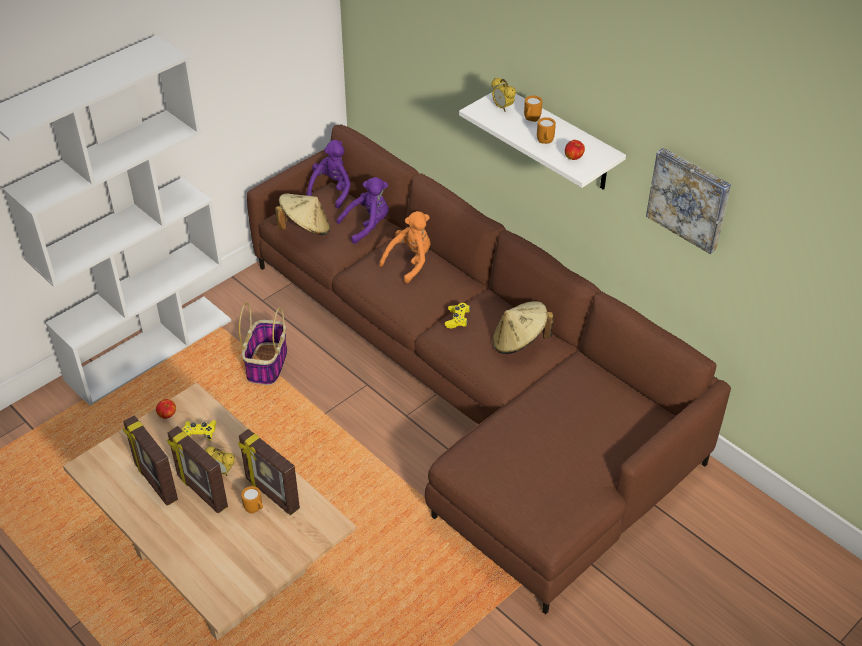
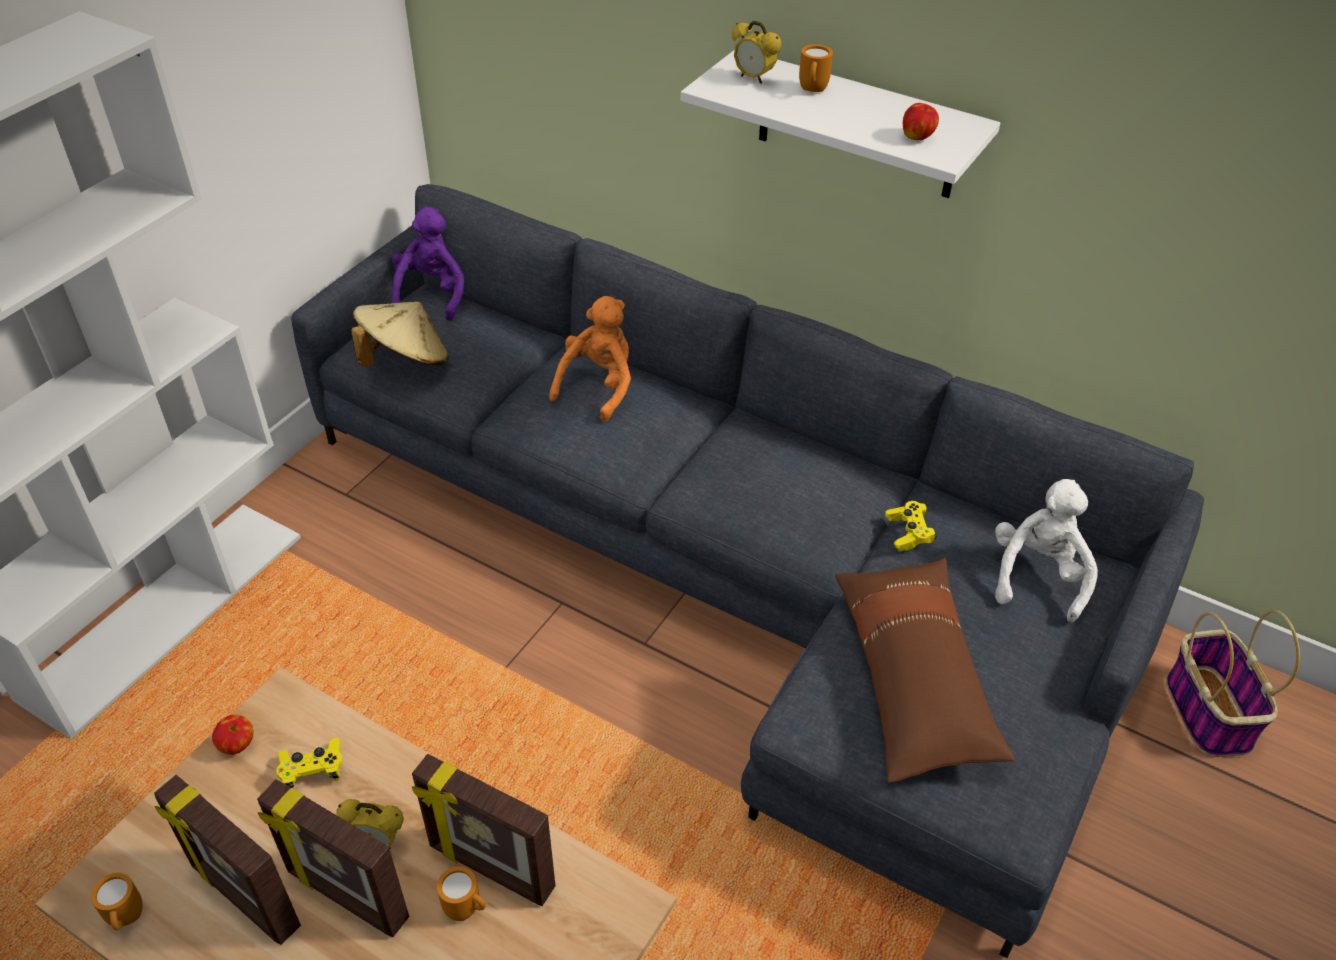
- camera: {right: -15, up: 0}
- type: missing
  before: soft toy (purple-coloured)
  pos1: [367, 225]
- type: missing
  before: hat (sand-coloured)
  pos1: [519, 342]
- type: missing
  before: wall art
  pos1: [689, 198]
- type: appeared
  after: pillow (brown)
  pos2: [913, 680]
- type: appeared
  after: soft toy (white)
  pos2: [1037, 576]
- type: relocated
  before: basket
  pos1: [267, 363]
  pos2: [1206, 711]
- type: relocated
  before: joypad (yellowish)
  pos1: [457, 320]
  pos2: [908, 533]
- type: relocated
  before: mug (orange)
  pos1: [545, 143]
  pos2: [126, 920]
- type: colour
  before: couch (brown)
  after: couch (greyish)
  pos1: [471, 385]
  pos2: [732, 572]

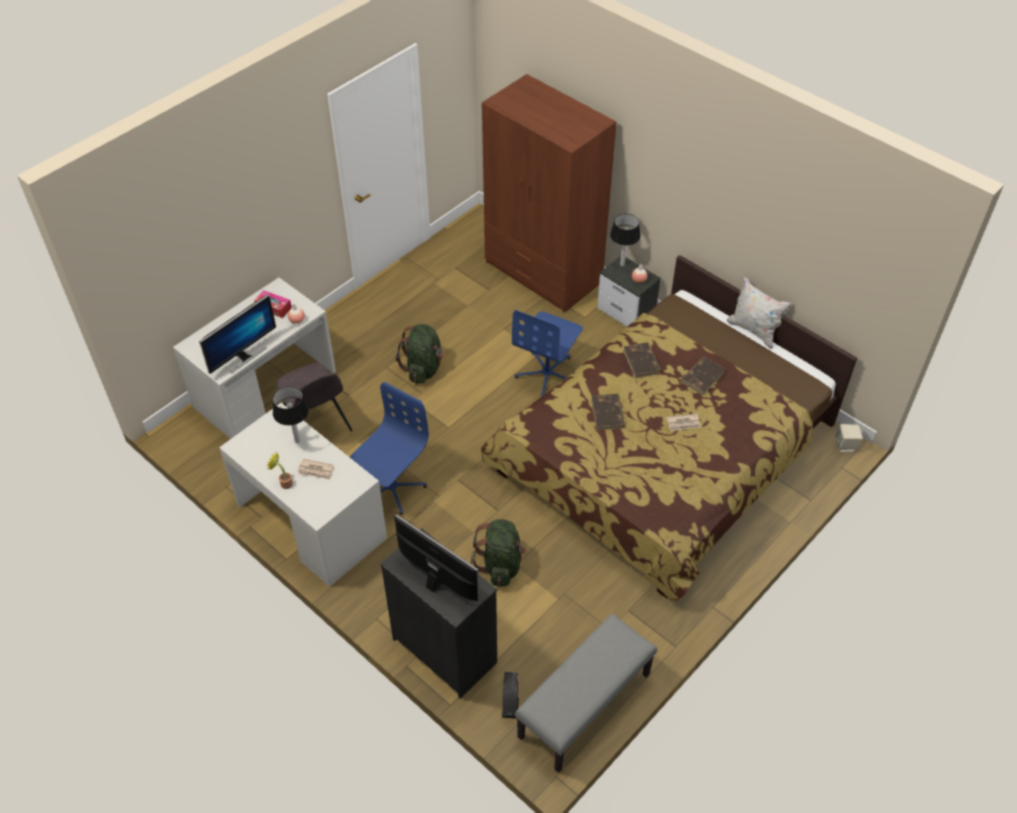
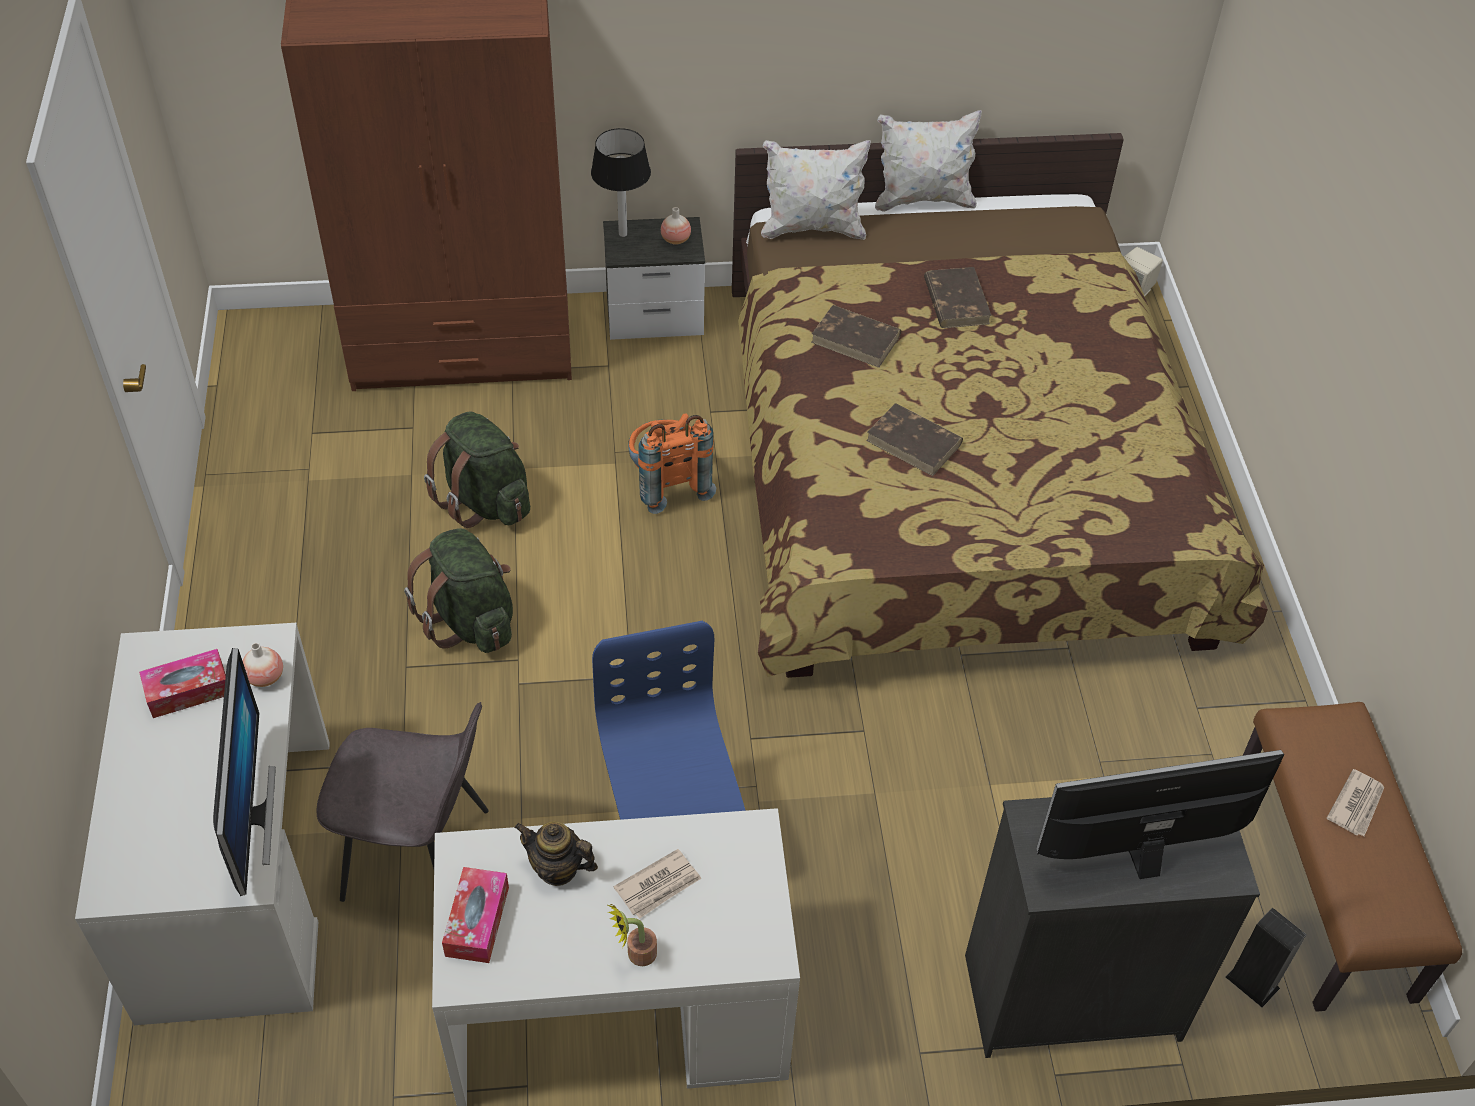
- camera: {right: -50, up: 0}
- type: appeared
  after: tissue box
  pos2: [477, 921]
- type: appeared
  after: pillow (white)
  pos2: [812, 228]
- type: relocated
  before: rucksack (green-coloured)
  pos1: [500, 564]
  pos2: [485, 501]
- type: relocated
  before: daily paper
  pos1: [683, 423]
  pos2: [1357, 805]
- type: exchanged
  before: table lamp
  after: tea pot
  pos1: [297, 441]
  pos2: [557, 868]
- type: exchanged
  before: computer chair (blue)
  after: rucksack (orange)
  pos1: [547, 374]
  pos2: [667, 483]
- type: colour
  before: indoor bench (greyish)
  after: indoor bench (brown)
  pos1: [585, 706]
  pos2: [1325, 883]

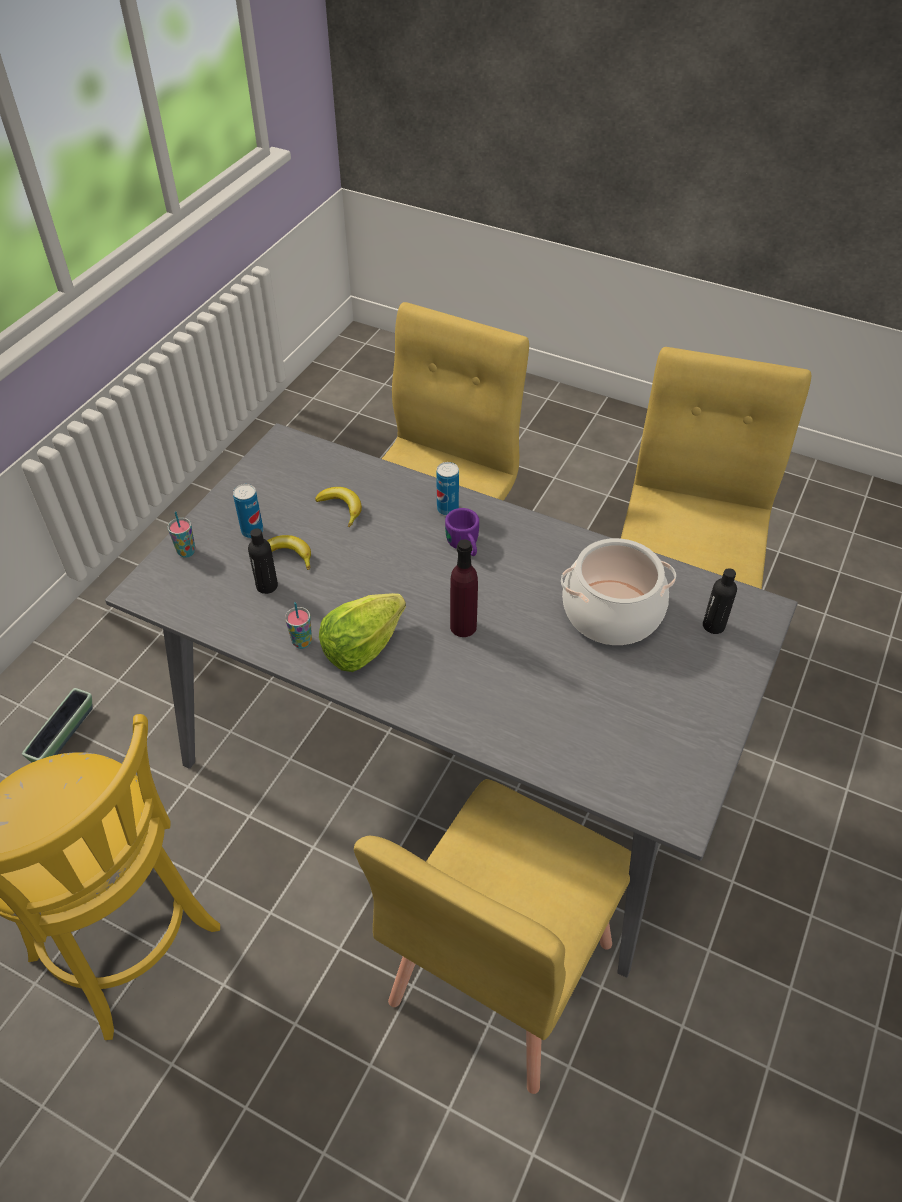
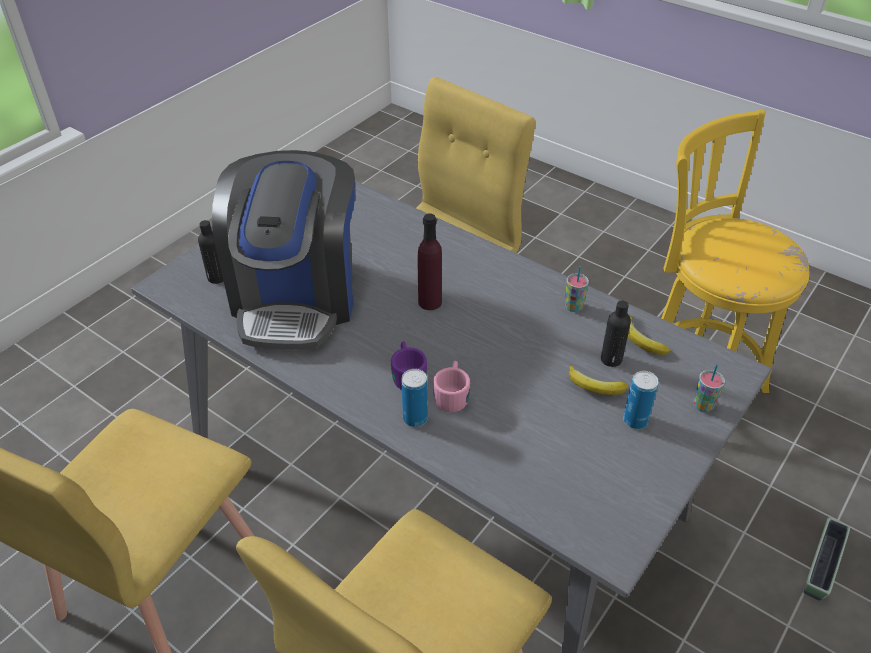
- camera: {right: -170, up: -5}
- type: missing
  before: lettuce head
  pos1: [362, 647]
- type: appeared
  after: mug (pink-coloured)
  pos2: [452, 394]
- type: relocated
  before: whole banana
  pos1: [342, 508]
  pos2: [640, 341]
- type: exchanged
  before: cooking pot
  after: coffee maker
  pos1: [611, 613]
  pos2: [296, 297]

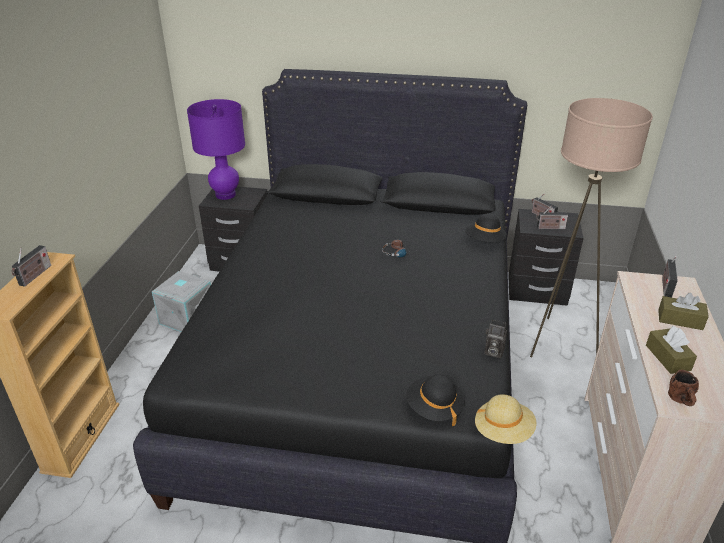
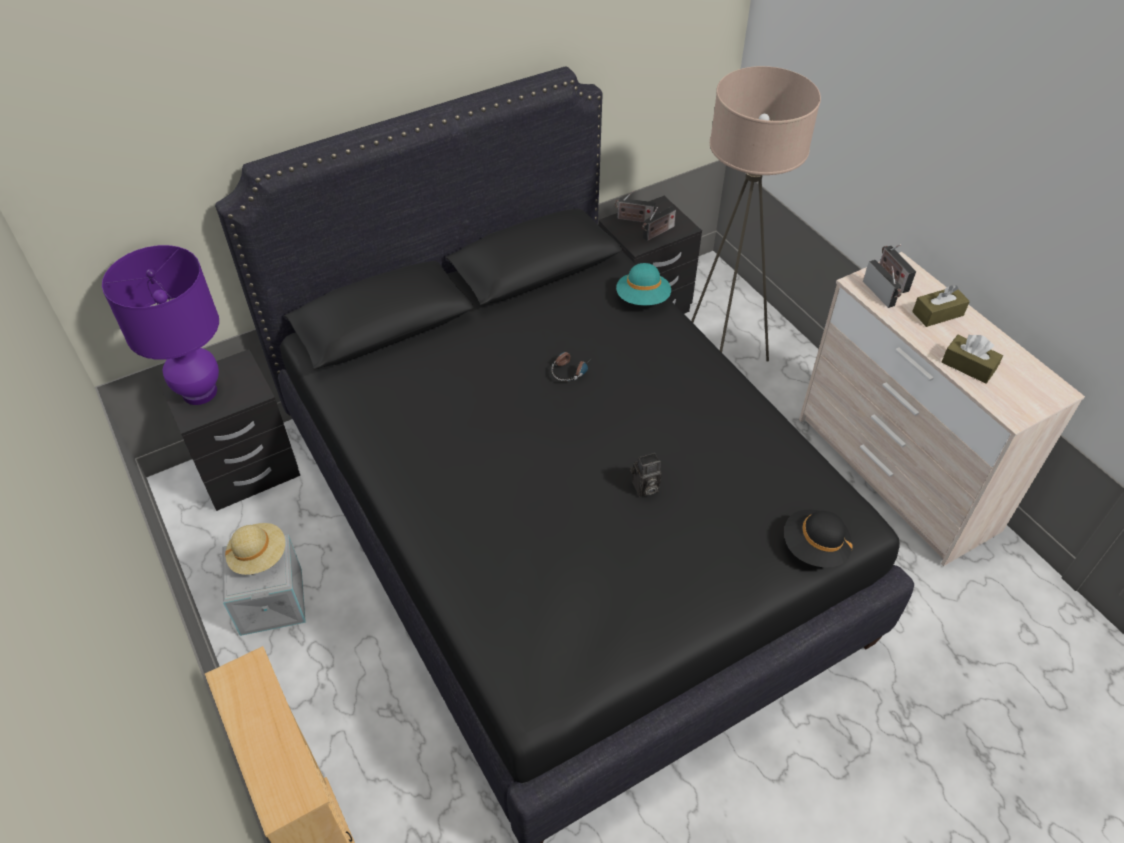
- camera: {right: -40, up: 15}
- type: missing
  before: mug (brown)
  pos1: [681, 401]
- type: relocated
  before: radio receiver
  pos1: [34, 276]
  pos2: [880, 294]
- type: relocated
  before: hat (sand-coloured)
  pos1: [503, 431]
  pos2: [259, 556]
- type: relocated
  before: still camera
  pos1: [492, 352]
  pos2: [644, 488]
- type: colour
  before: hat (blackish)
  after: hat (turquoise-coloured)
  pos1: [484, 241]
  pos2: [643, 299]

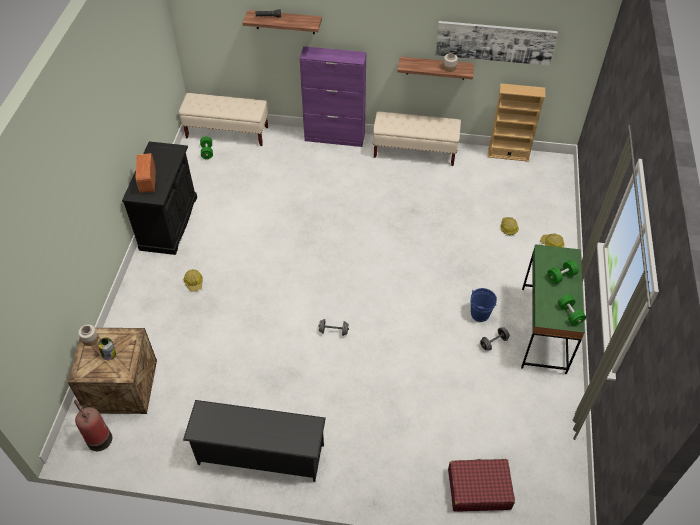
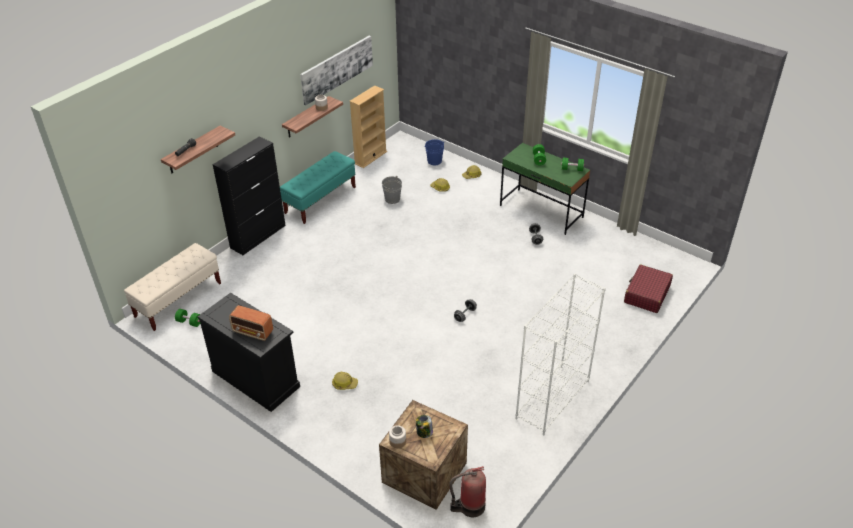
- camera: {right: -60, up: -10}
- type: appeared
  after: bucket (greyish)
  pos2: [392, 199]
- type: relocated
  before: bucket (blue)
  pos1: [480, 314]
  pos2: [434, 161]
- type: exchanged
  before: shoe stand (blackish)
  after: bookshelf (white)
  pos1: [260, 454]
  pos2: [552, 400]
- type: colour
  before: cupboard (purple-coloured)
  after: cupboard (blackish)
  pos1: [335, 138]
  pos2: [258, 236]
- type: colour
  before: indoor bench (sand-coloured)
  after: indoor bench (turquoise-coloured)
  pos1: [415, 152]
  pos2: [320, 200]

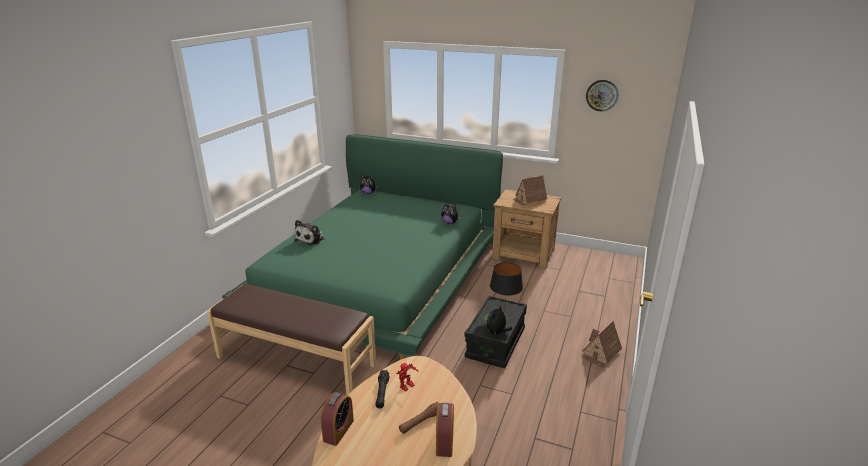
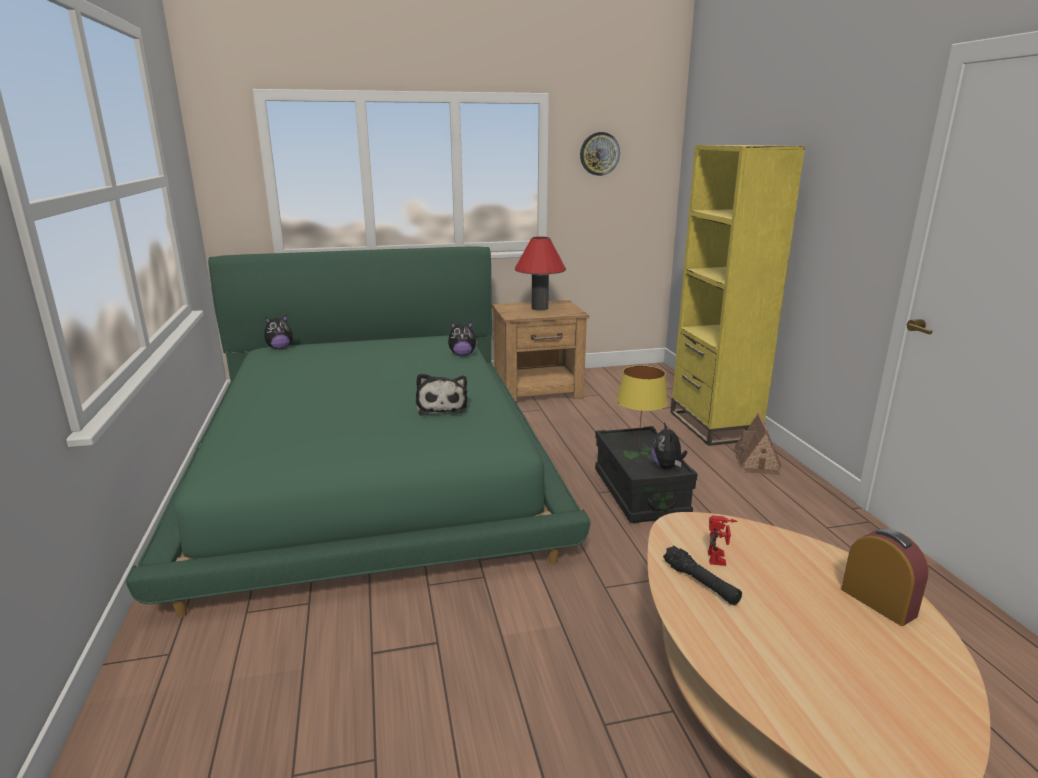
- camera: {right: -35, up: -5}
- type: missing
  before: indoor bench (brown)
  pos1: [296, 360]
- type: missing
  before: table clock
  pos1: [338, 430]
- type: missing
  before: hand torch (brown)
  pos1: [420, 422]
- type: appeared
  after: bookshelf (yellowish)
  pos2: [714, 425]
- type: relocated
  before: soft toy
  pos1: [311, 239]
  pos2: [442, 406]
- type: exchanged
  before: miniature house
  after: table lamp (reddish)
  pos1: [529, 200]
  pos2: [539, 308]
- type: colour
  before: table lamp (blackish)
  after: table lamp (yellowish)
  pos1: [504, 311]
  pos2: [639, 442]

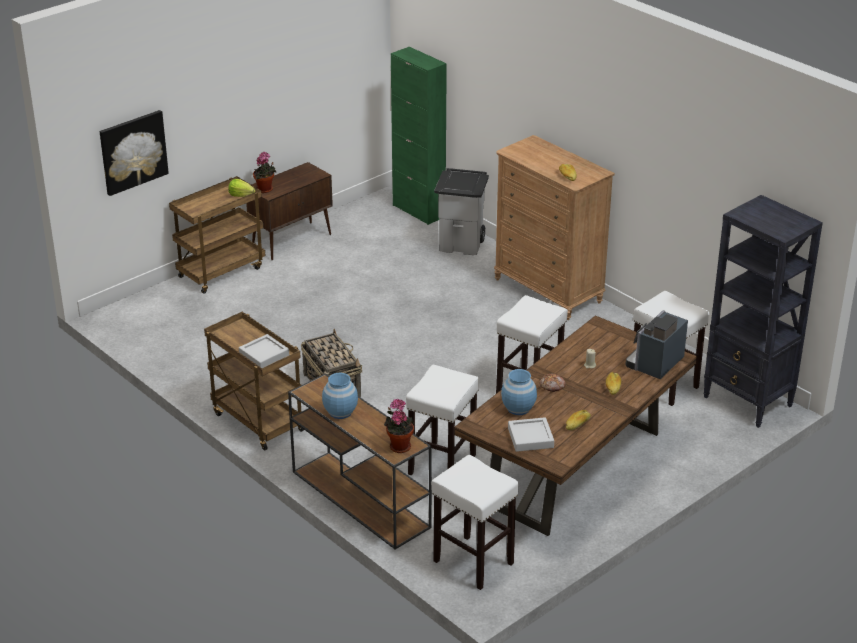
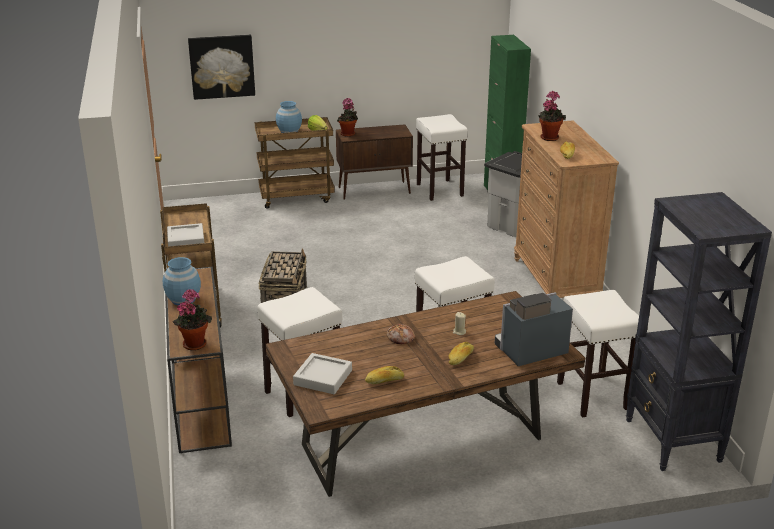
- camera: {right: 30, up: -5}
- type: appeared
  after: potted plant
  pos2: [549, 137]
- type: relocated
  before: stool seat (white)
  pos1: [472, 562]
  pos2: [439, 190]
- type: relocated
  before: vase (blue)
  pos1: [518, 408]
  pos2: [289, 132]

